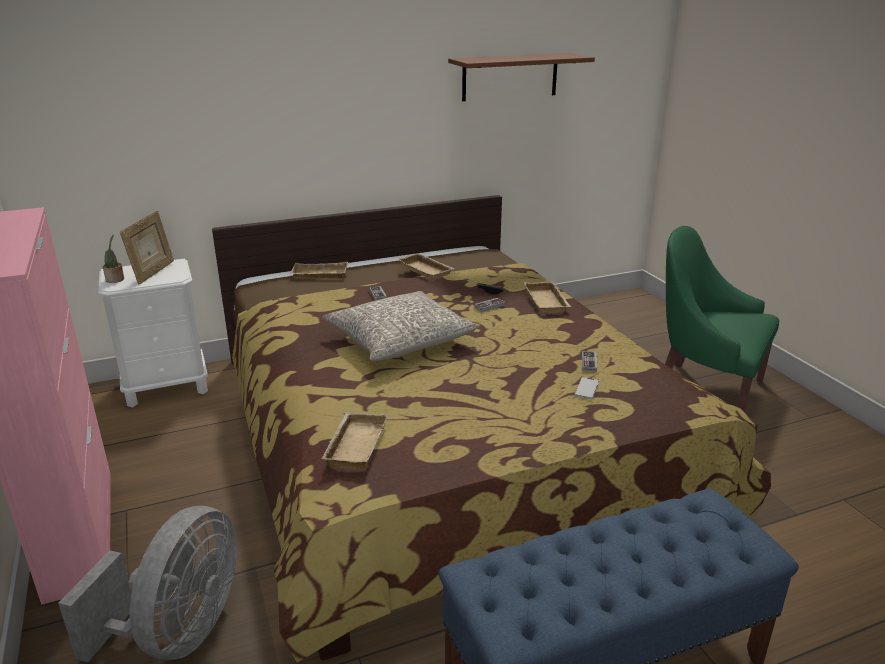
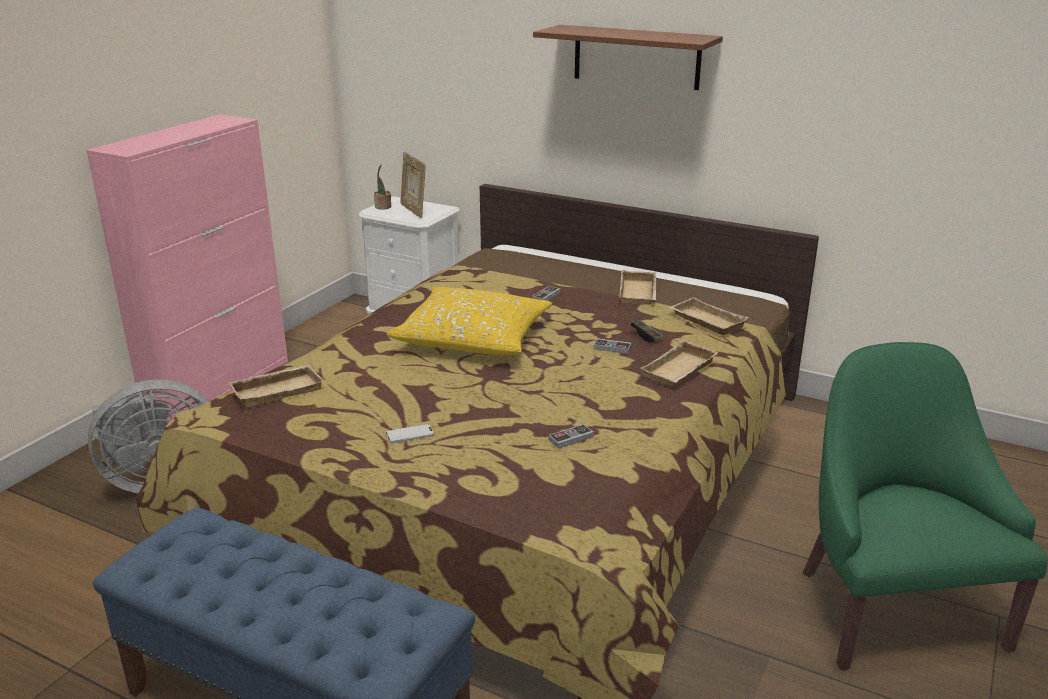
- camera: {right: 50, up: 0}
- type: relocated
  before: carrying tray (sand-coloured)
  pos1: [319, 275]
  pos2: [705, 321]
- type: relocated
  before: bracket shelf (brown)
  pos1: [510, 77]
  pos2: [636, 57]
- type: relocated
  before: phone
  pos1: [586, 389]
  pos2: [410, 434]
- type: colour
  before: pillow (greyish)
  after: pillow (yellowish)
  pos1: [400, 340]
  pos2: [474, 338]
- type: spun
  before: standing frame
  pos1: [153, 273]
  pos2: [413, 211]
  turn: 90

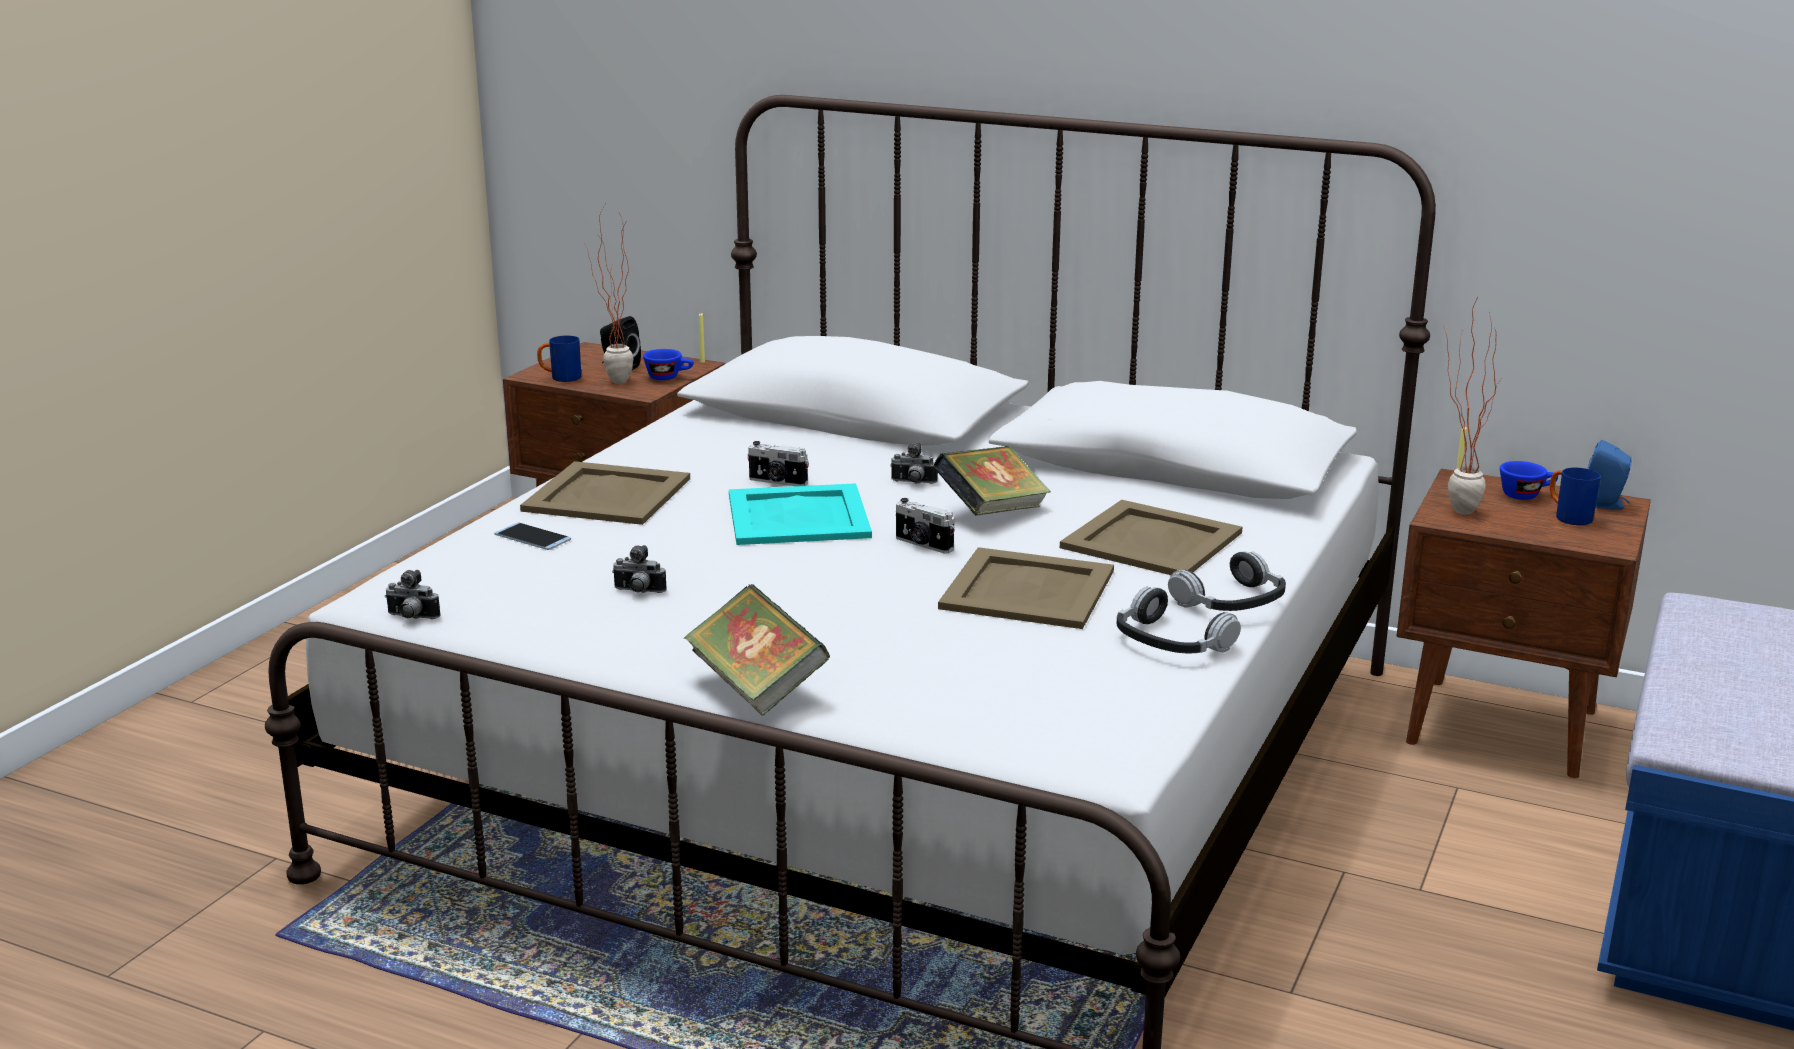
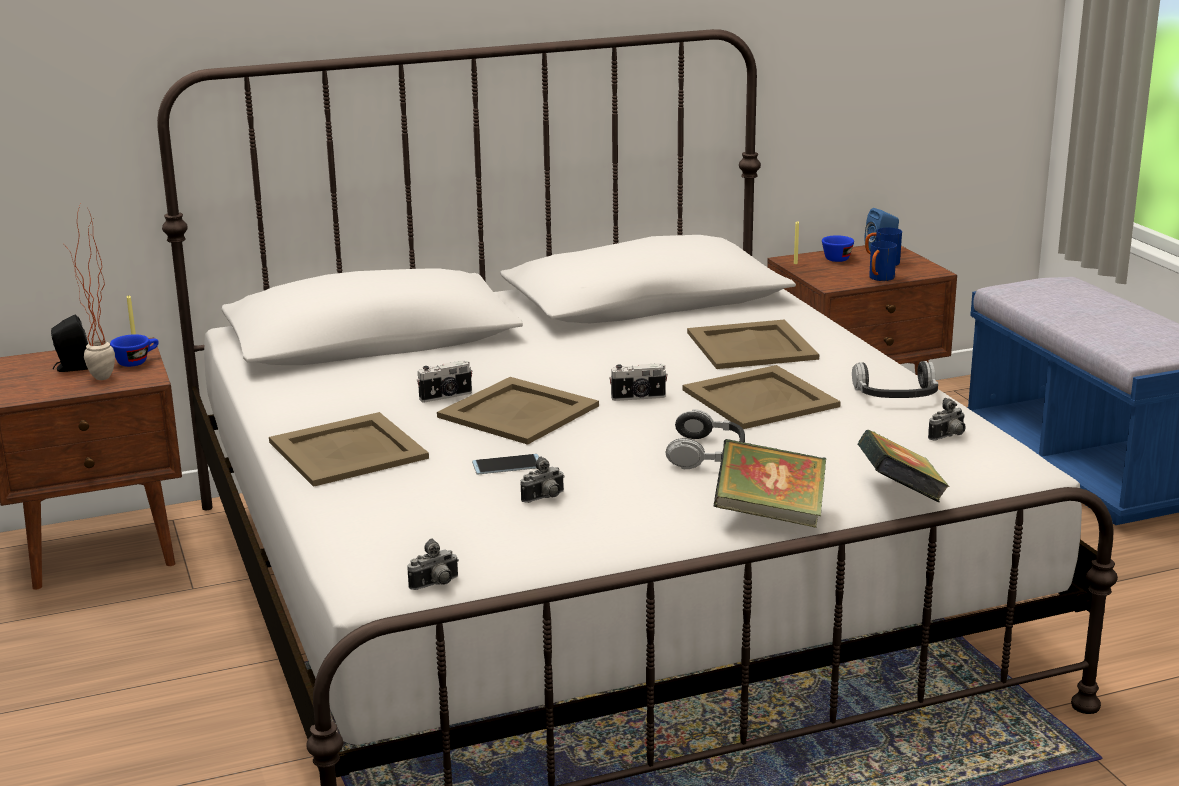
- camera: {right: -45, up: 0}
- type: missing
  before: potted plant
  pos1: [1452, 509]
- type: relocated
  before: phone
  pos1: [533, 537]
  pos2: [507, 465]
- type: relocated
  before: mug (blue)
  pos1: [560, 378]
  pos2: [879, 279]
- type: relocated
  before: still camera
  pos1: [913, 483]
  pos2: [948, 437]
- type: relocated
  before: book
  pos1: [991, 512]
  pos2: [900, 496]
- type: relocated
  before: headphones
  pos1: [1230, 601]
  pos2: [707, 453]
- type: colour
  before: carrying tray (turquoise-coloured)
  after: carrying tray (sand-coloured)
  pos1: [797, 515]
  pos2: [517, 412]

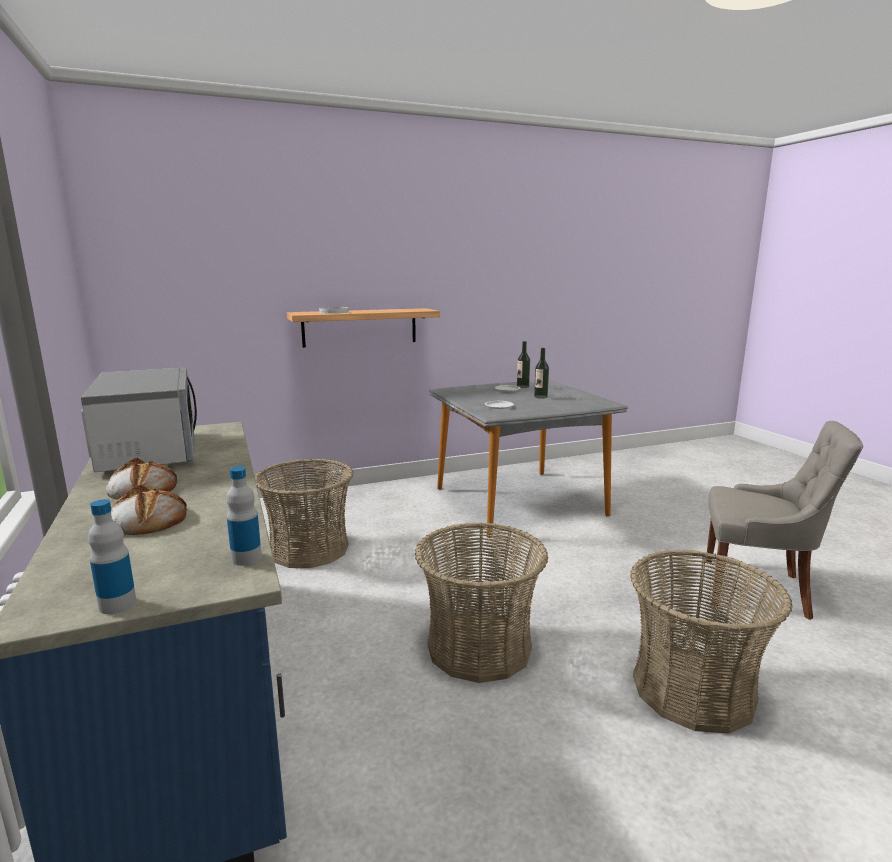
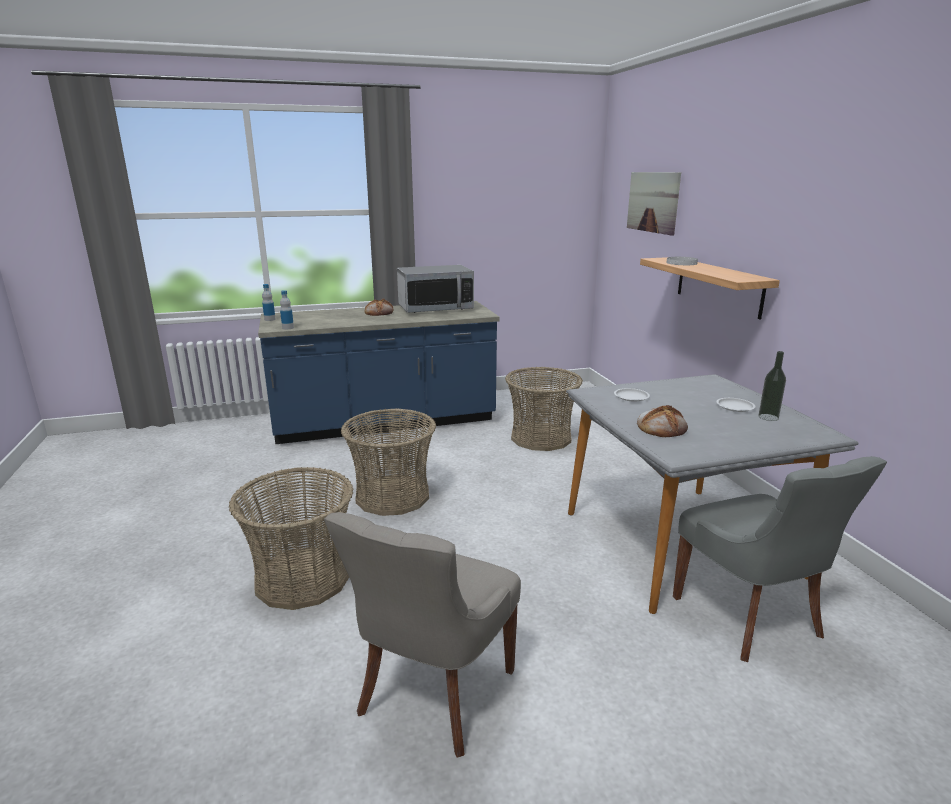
- camera: {right: 95, up: 5}
- type: missing
  before: bottle
  pos1: [540, 397]
- type: appeared
  after: wall art
  pos2: [653, 202]
- type: appeared
  after: plain chair (greyish)
  pos2: [750, 618]
- type: relocated
  before: bread
  pos1: [147, 519]
  pos2: [661, 427]

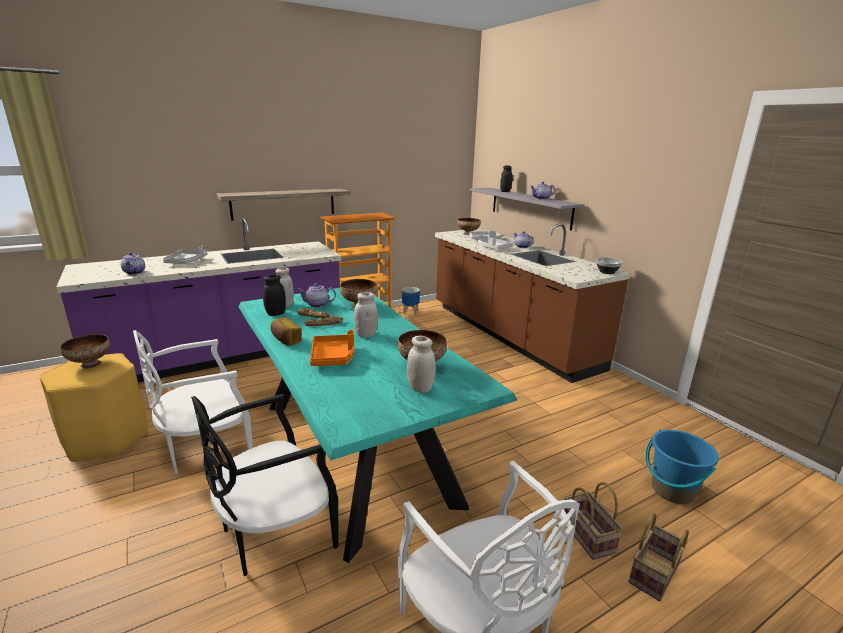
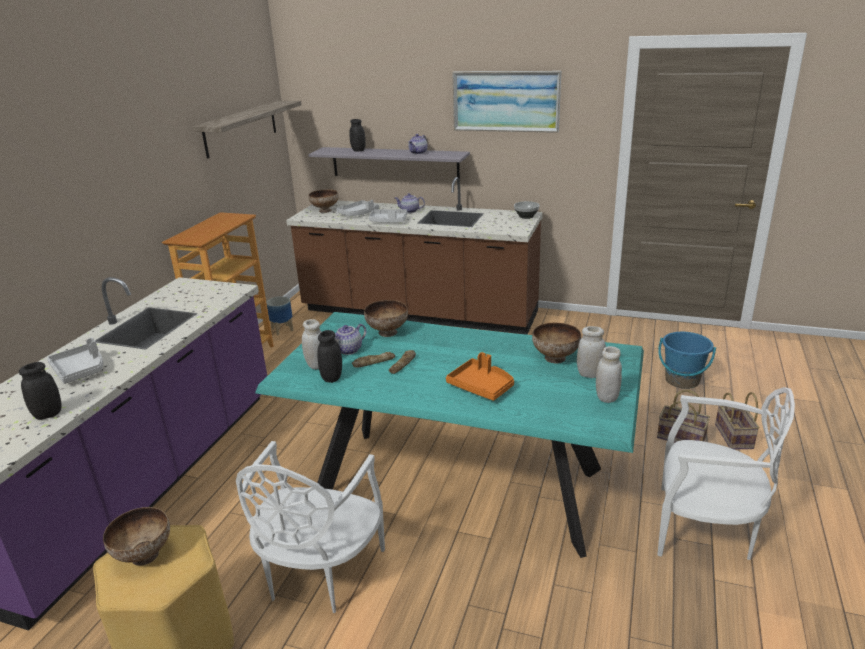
- camera: {right: -40, up: 5}
- type: missing
  before: plain chair (blackish)
  pos1: [274, 533]
- type: missing
  before: bread
  pos1: [286, 340]
- type: appeared
  after: wall art
  pos2: [506, 101]
- type: relocated
  before: bracket shelf
  pos1: [283, 204]
  pos2: [241, 128]
- type: relocated
  before: jar (white)
  pos1: [366, 334]
  pos2: [607, 397]
- type: exchanged
  before: tea pot
  after: jar (blackish)
  pos1: [135, 272]
  pos2: [48, 414]

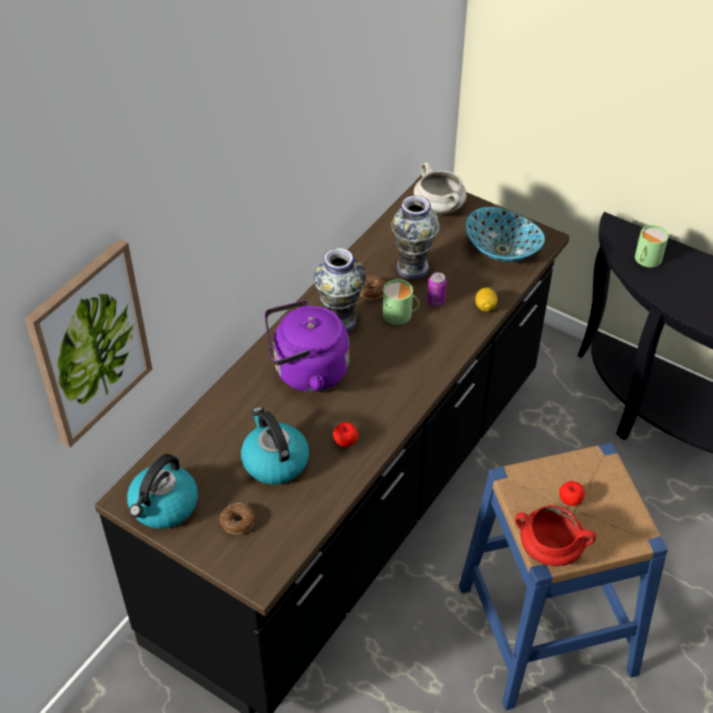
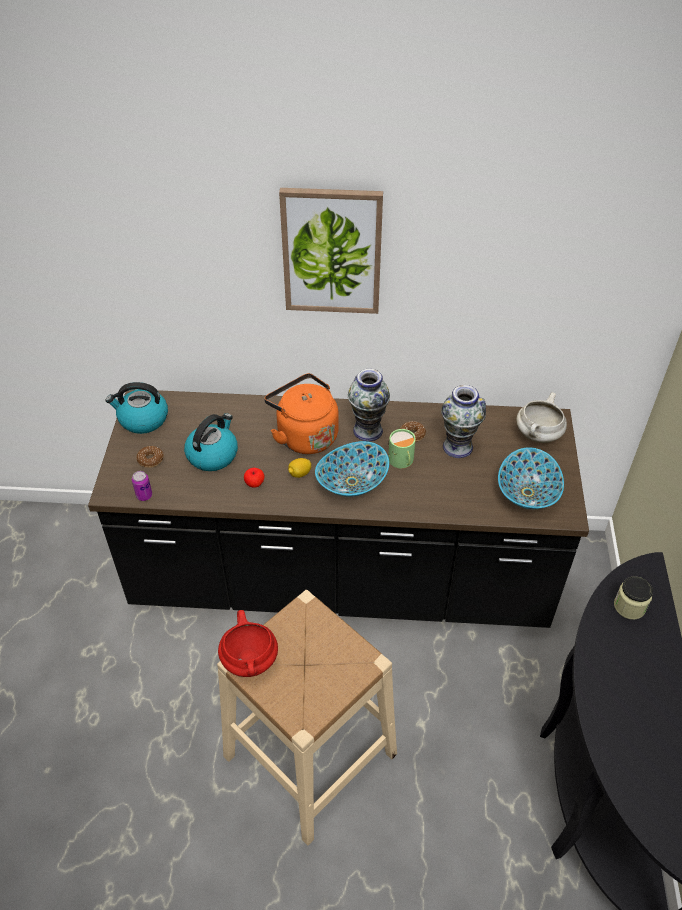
- camera: {right: 60, up: 0}
- type: missing
  before: apple
  pos1: [570, 500]
- type: appeared
  after: serving bowl
  pos2: [352, 482]
- type: relocated
  before: wall art
  pos1: [89, 343]
  pos2: [332, 251]
- type: relocated
  before: can
  pos1: [436, 301]
  pos2: [144, 495]
- type: relocated
  before: lemon
  pos1: [485, 307]
  pos2: [299, 473]
- type: exchanged
  before: mug (green-coloured)
  after: jar
  pos1: [646, 259]
  pos2: [629, 606]
- type: colour
  before: tea kettle (purple-coloured)
  after: tea kettle (orange)
  pos1: [306, 372]
  pos2: [304, 435]
- type: colour
  before: stool seat (blue)
  after: stool seat (sand-coloured)
  pos1: [546, 629]
  pos2: [310, 754]

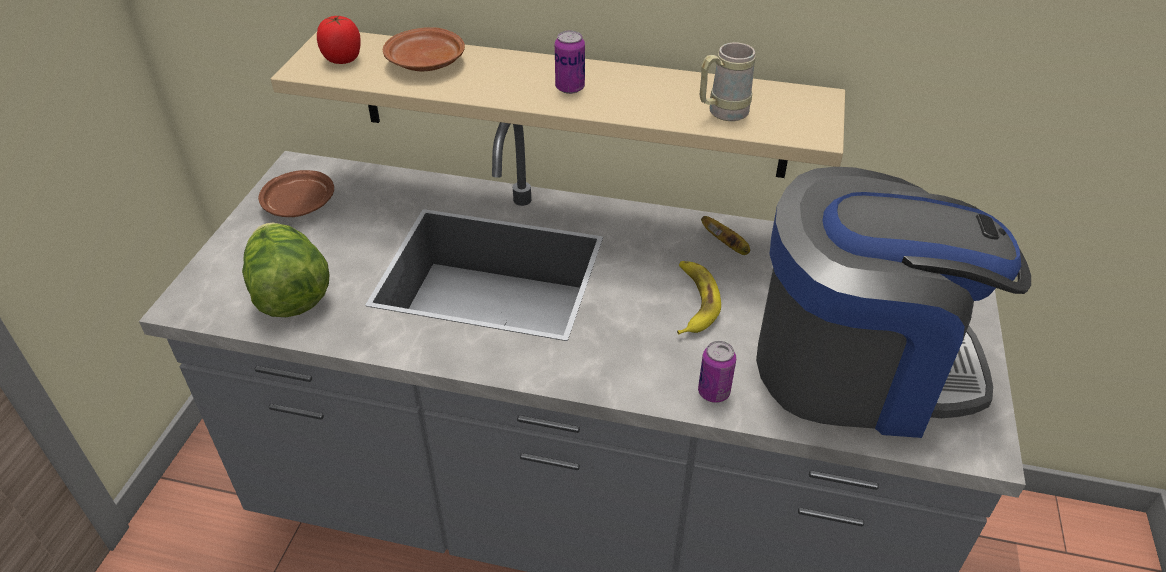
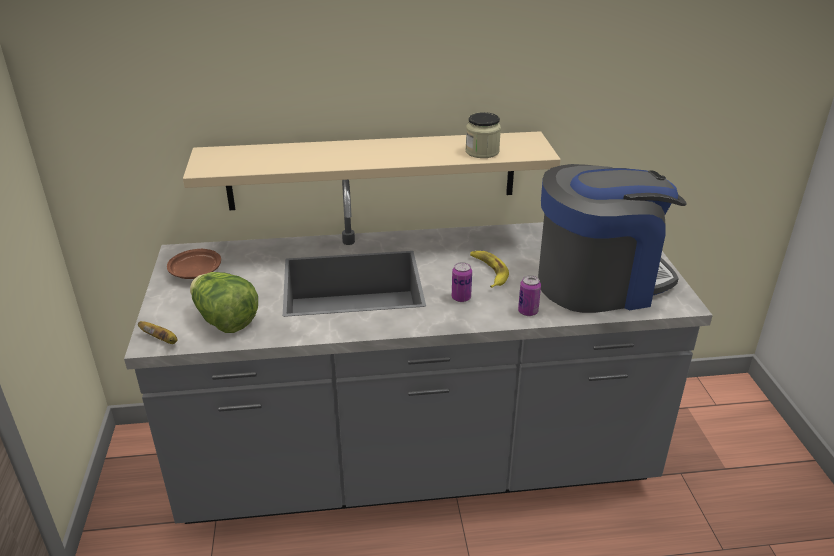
- camera: {right: -20, up: -10}
- type: missing
  before: tomato
  pos1: [343, 59]
- type: missing
  before: plate (brown)
  pos1: [425, 63]
- type: relocated
  before: can
  pos1: [570, 88]
  pos2: [461, 298]
- type: relocated
  before: whole banana
  pos1: [727, 246]
  pos2: [162, 340]
- type: exchanged
  before: mug (sand-coloured)
  after: jar
  pos1: [721, 113]
  pos2: [482, 152]

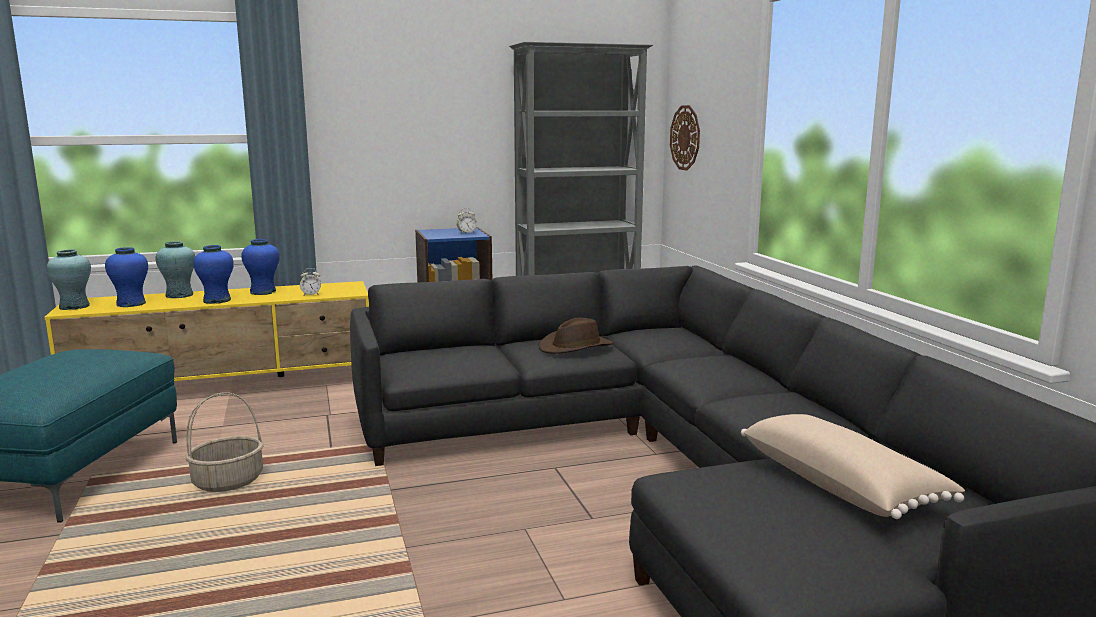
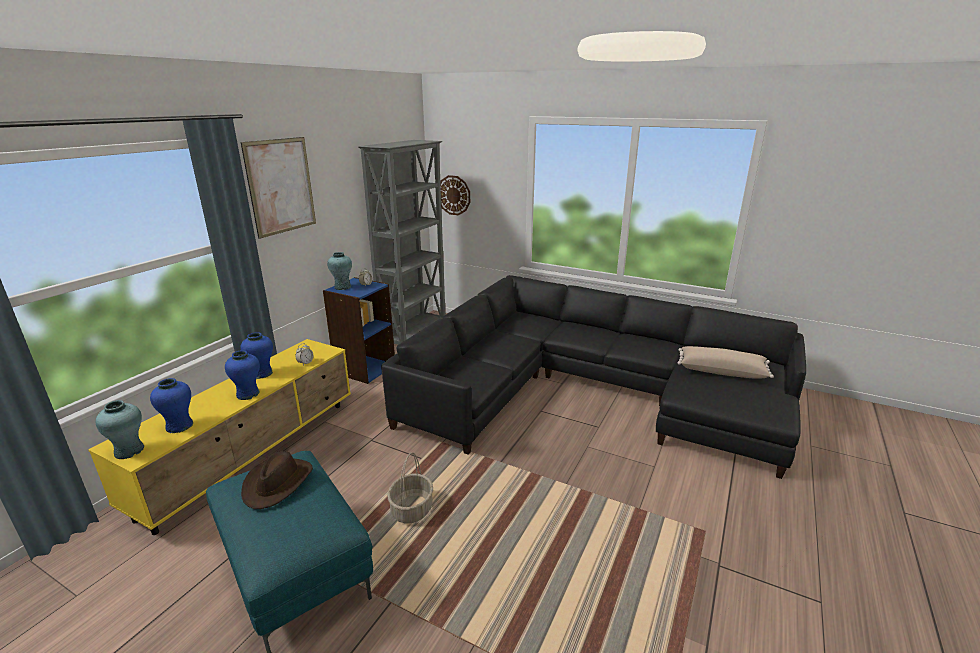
- camera: {right: -45, up: 10}
- type: appeared
  after: wall art
  pos2: [281, 186]
- type: relocated
  before: vase (turquoise-coloured)
  pos1: [179, 295]
  pos2: [342, 287]
- type: relocated
  before: hat (brown)
  pos1: [576, 347]
  pos2: [278, 483]

